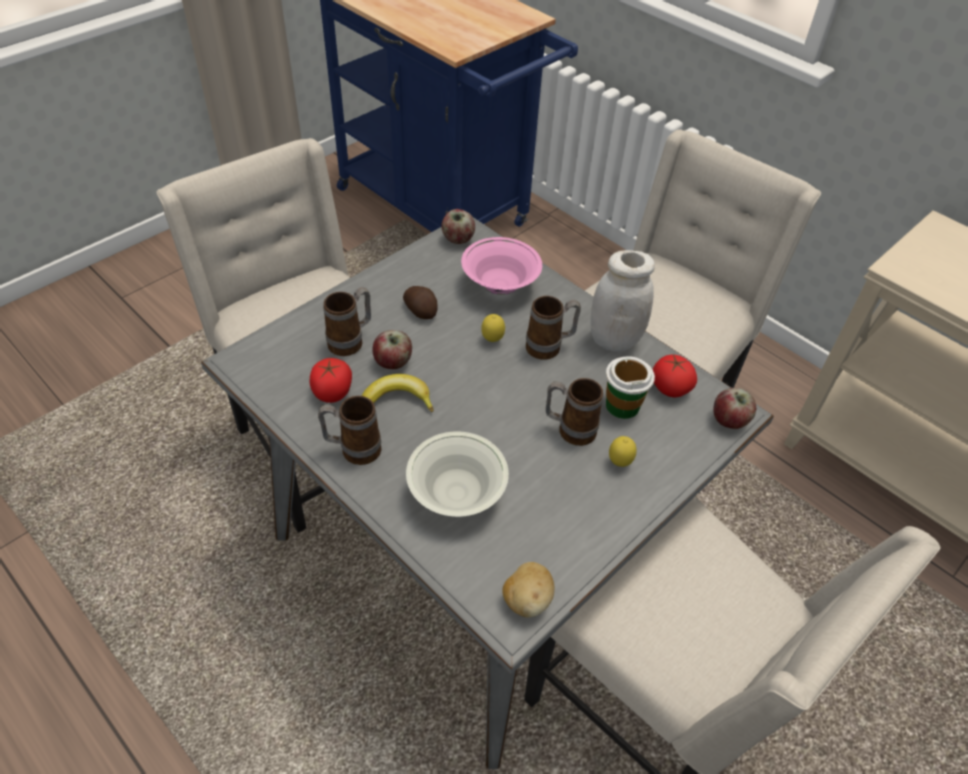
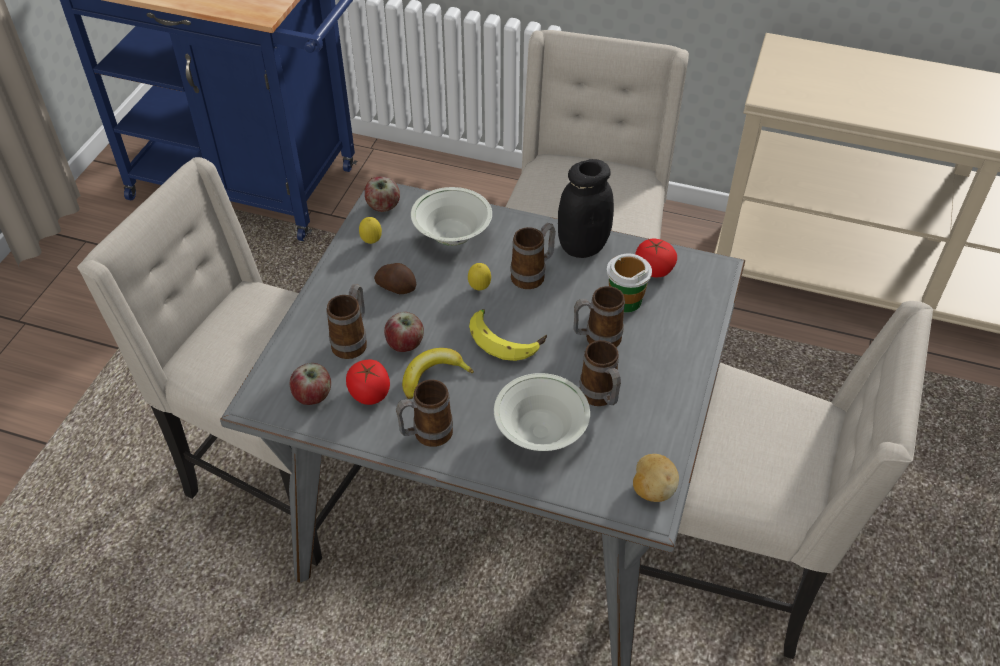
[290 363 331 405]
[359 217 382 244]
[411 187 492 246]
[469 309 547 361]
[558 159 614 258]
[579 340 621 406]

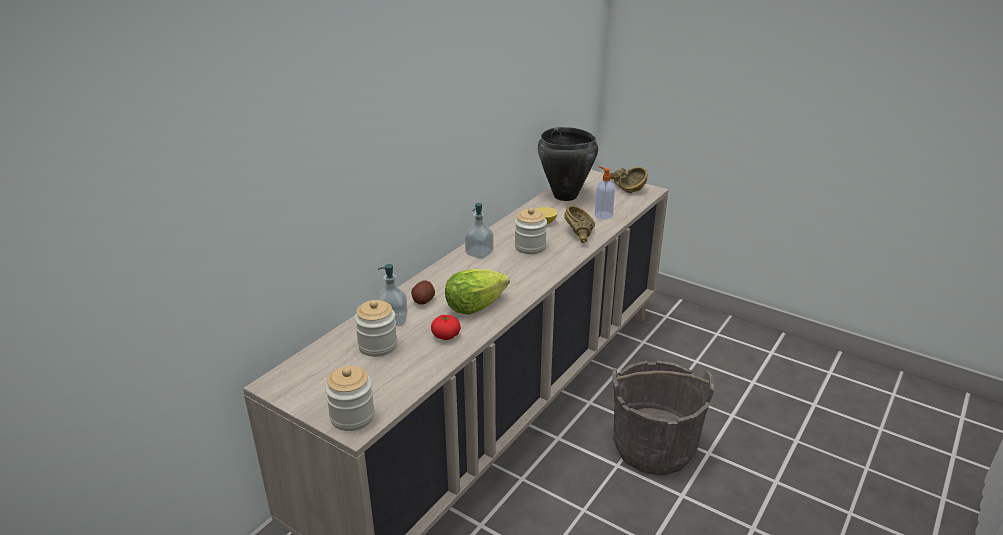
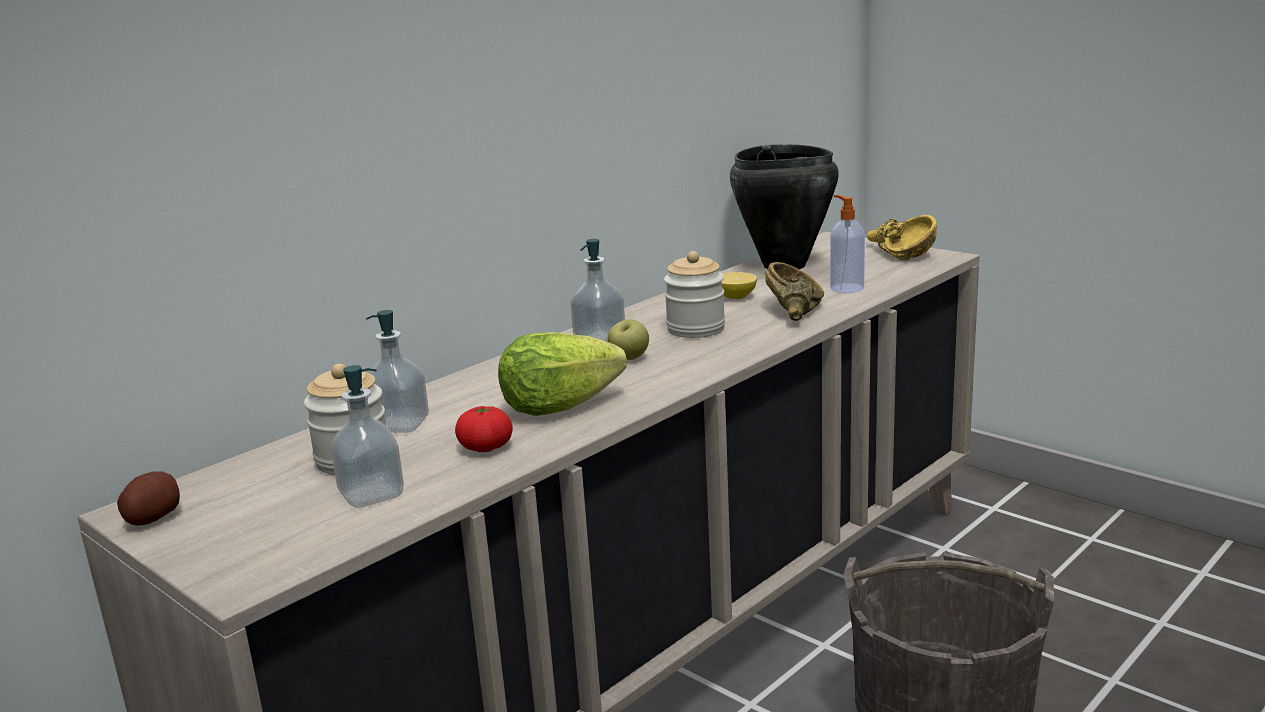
[117 471 180 526]
[331 365 404 508]
[608 319 649 360]
[867 215 937 260]
[325 366 375 431] (first image)

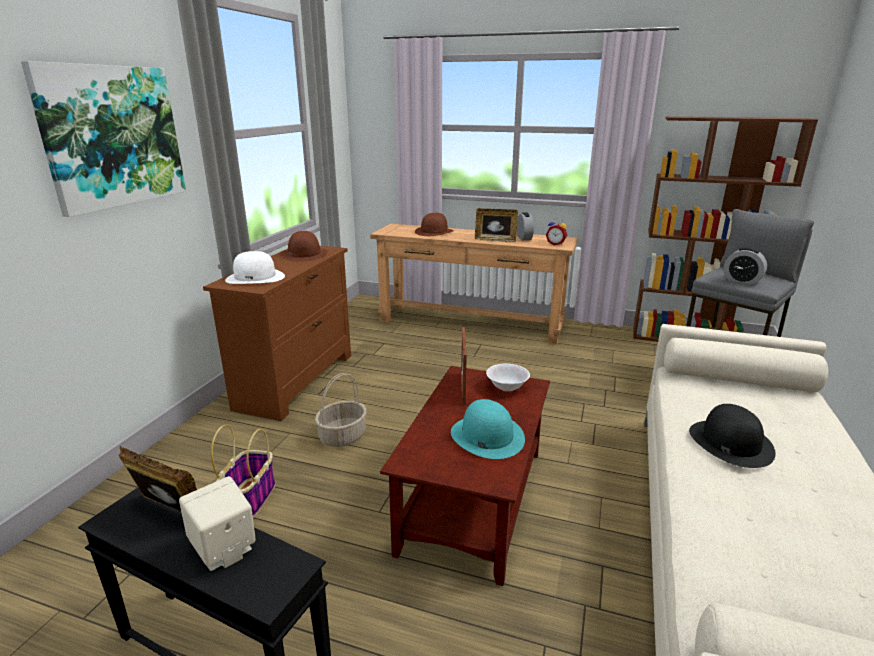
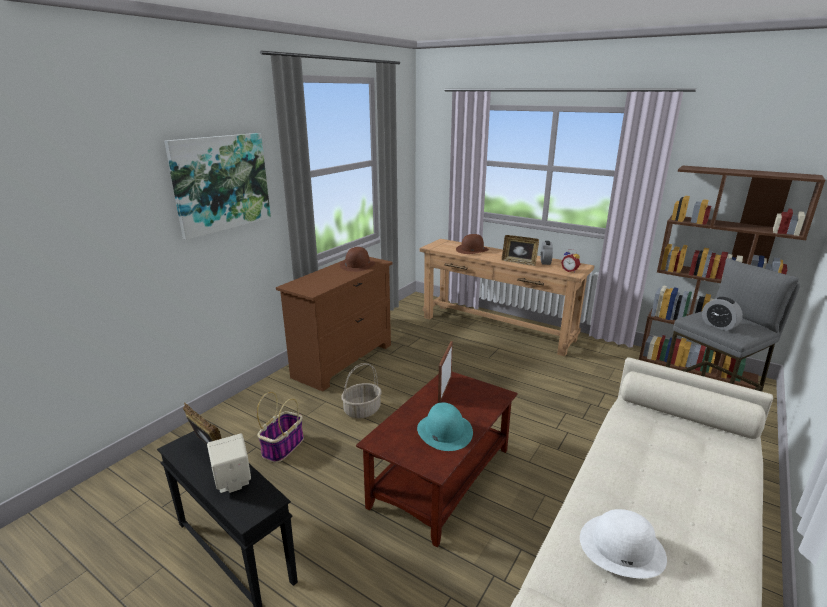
[580 509 667 578]
[486 364 530 392] (first image)
[689 404 776 468] (first image)

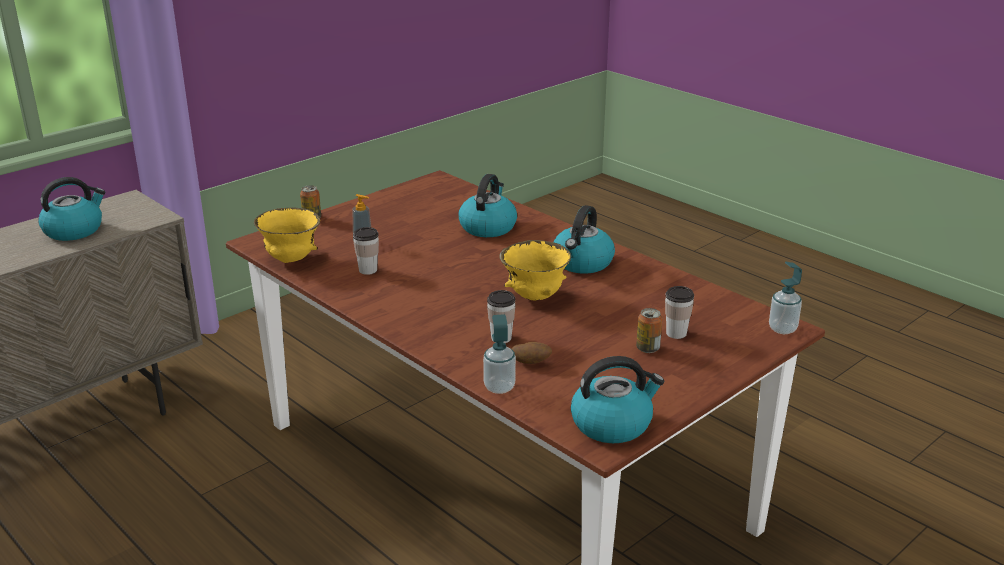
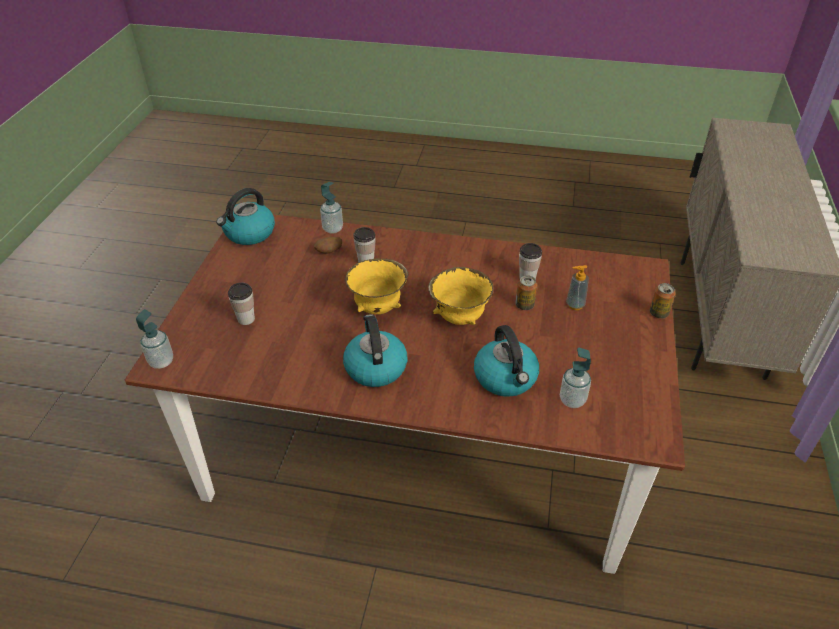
[428 267 493 325]
[515 275 537 310]
[560 348 591 408]
[38 177 105 241] (first image)

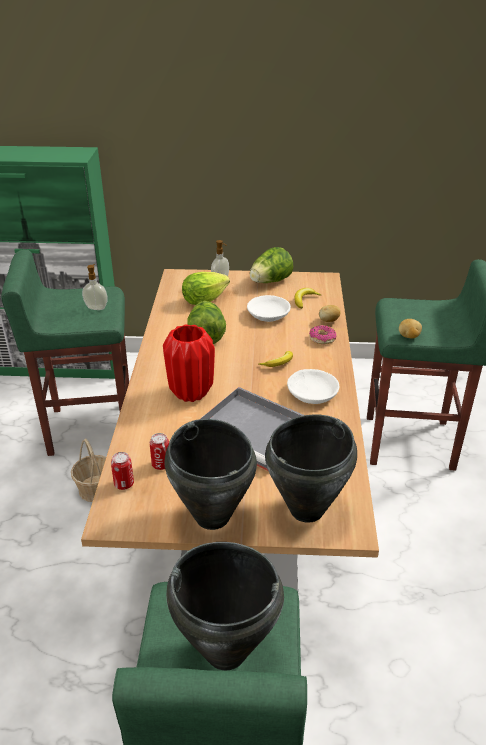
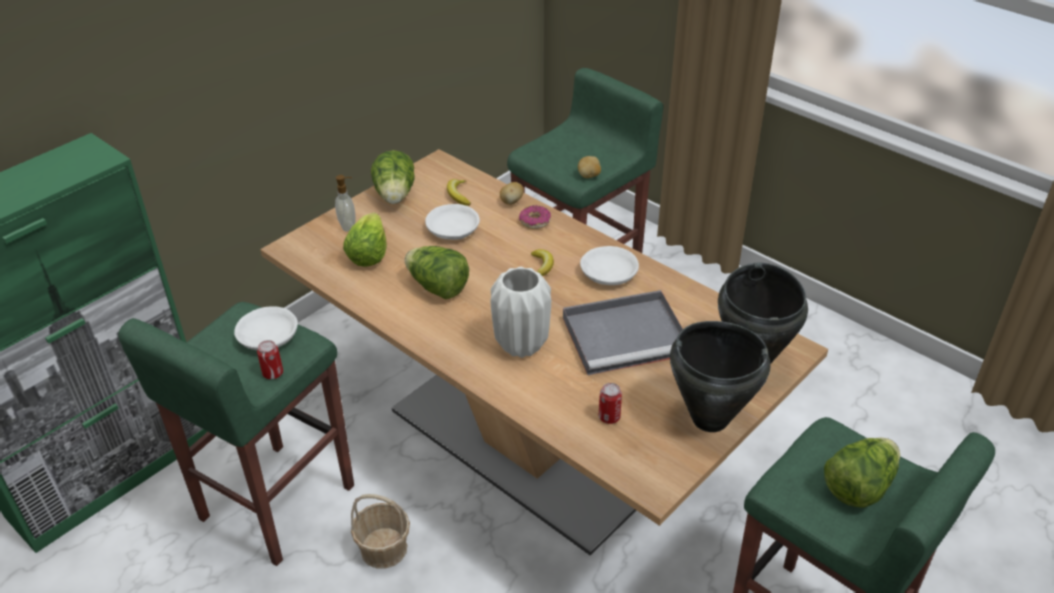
[234 306 298 350]
[257 340 283 379]
[490 266 551 358]
[824 438 900 508]

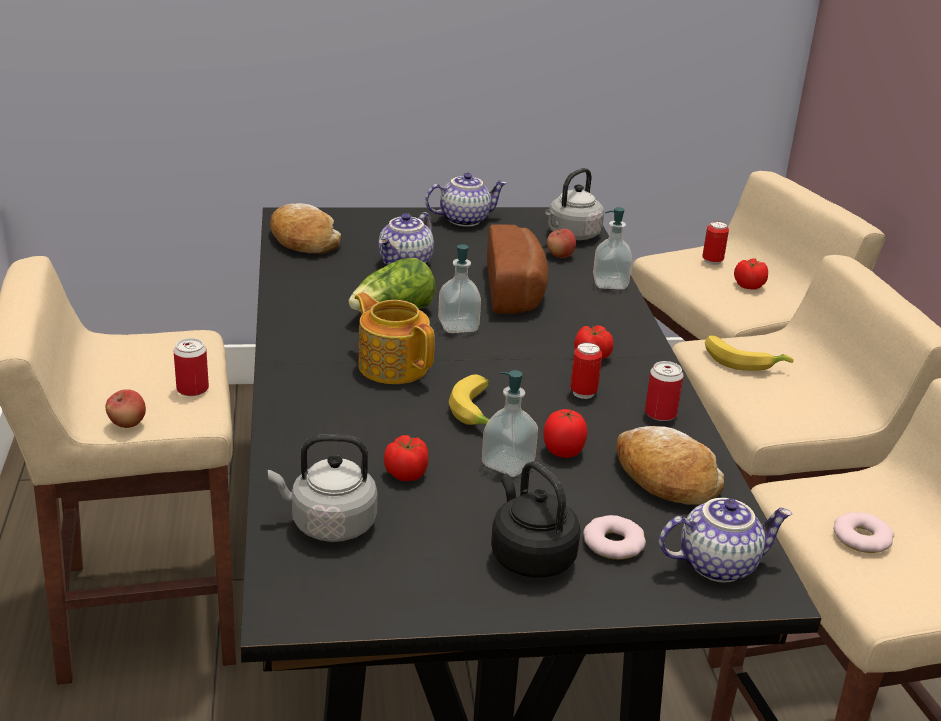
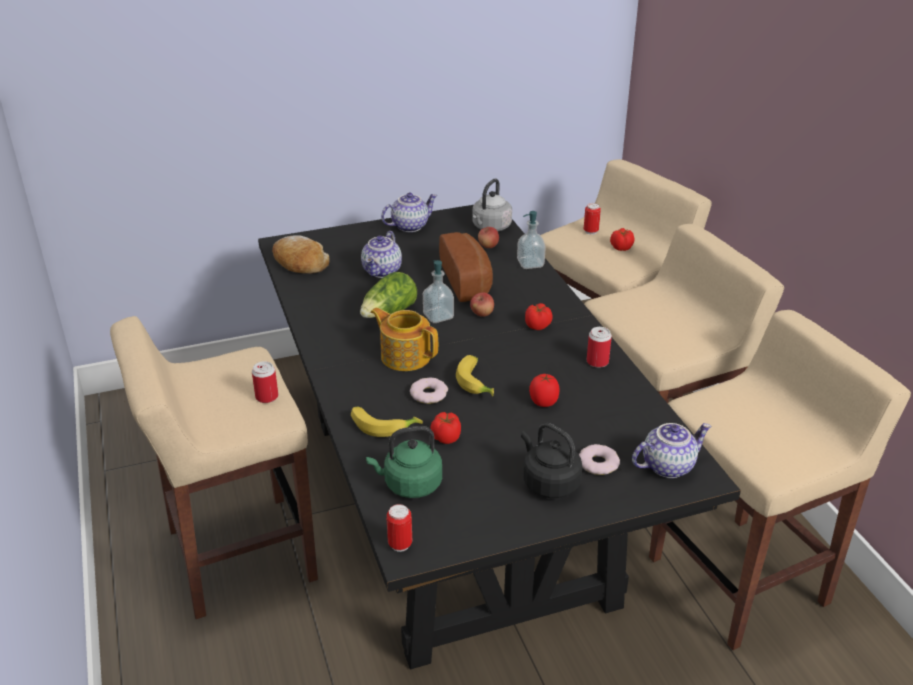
[351 407 423 437]
[366 426 442 498]
[387 504 412 552]
[410 378 448 404]
[470 293 494 317]
[482 370 538 477] (first image)
[616 426 724 505] (first image)

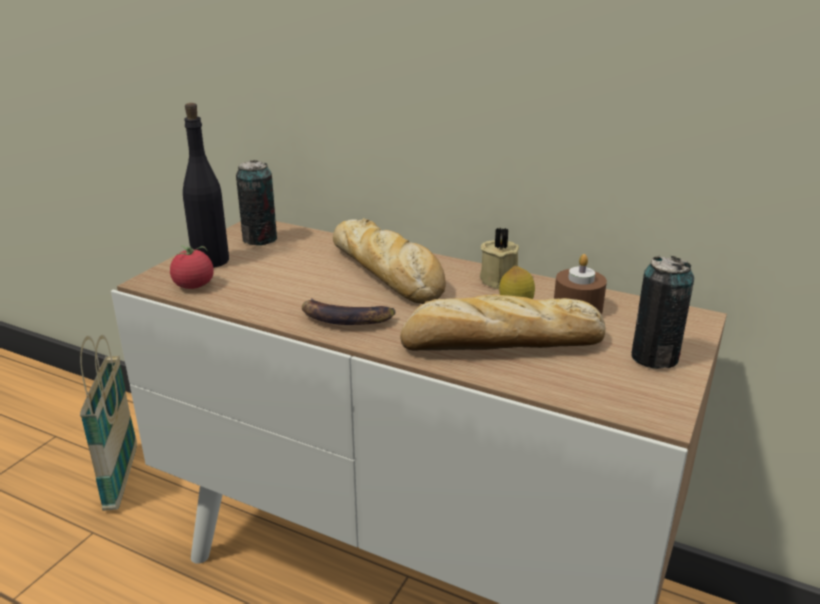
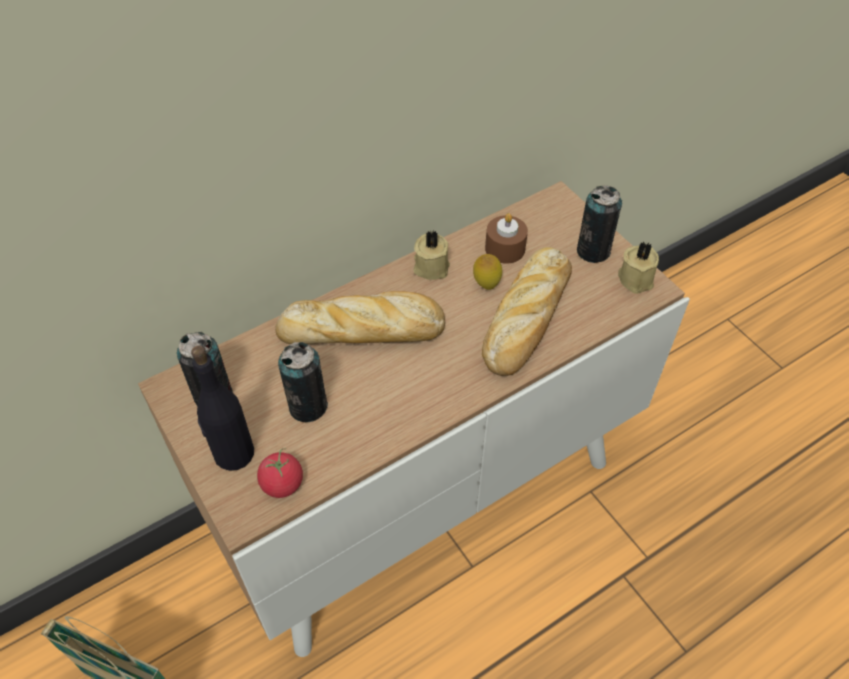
[278 342 328 422]
[618 241 659 294]
[302 298 396 325] (first image)

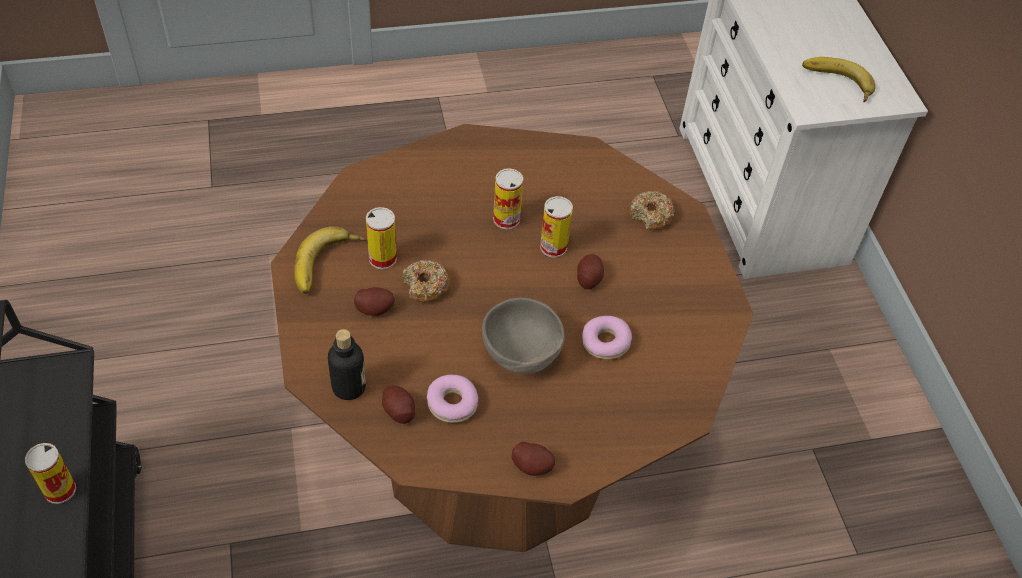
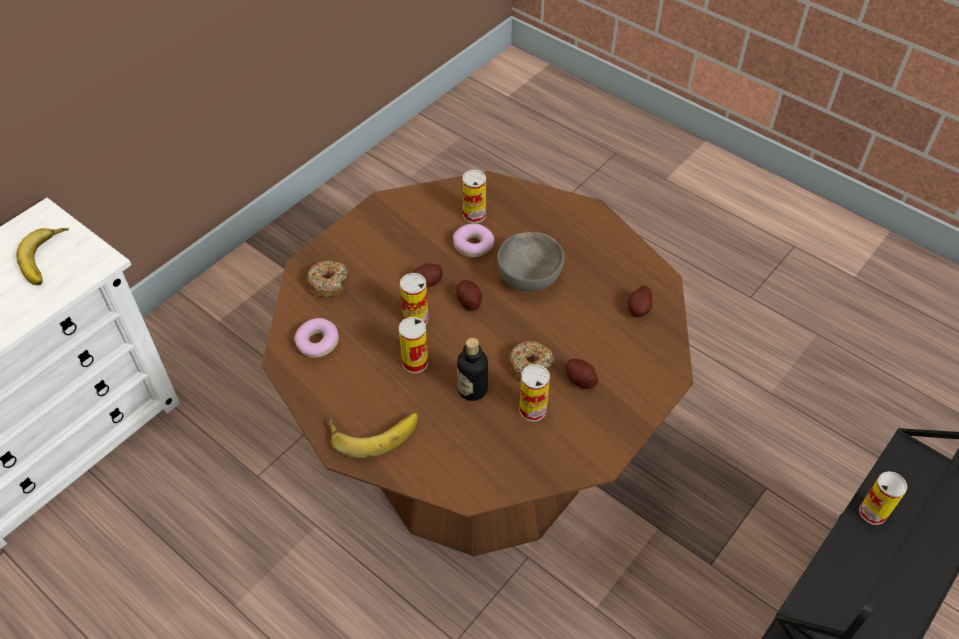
[294 318 339 358]
[329 413 418 458]
[456 280 482 311]
[457 338 488 401]
[462 170 486 223]

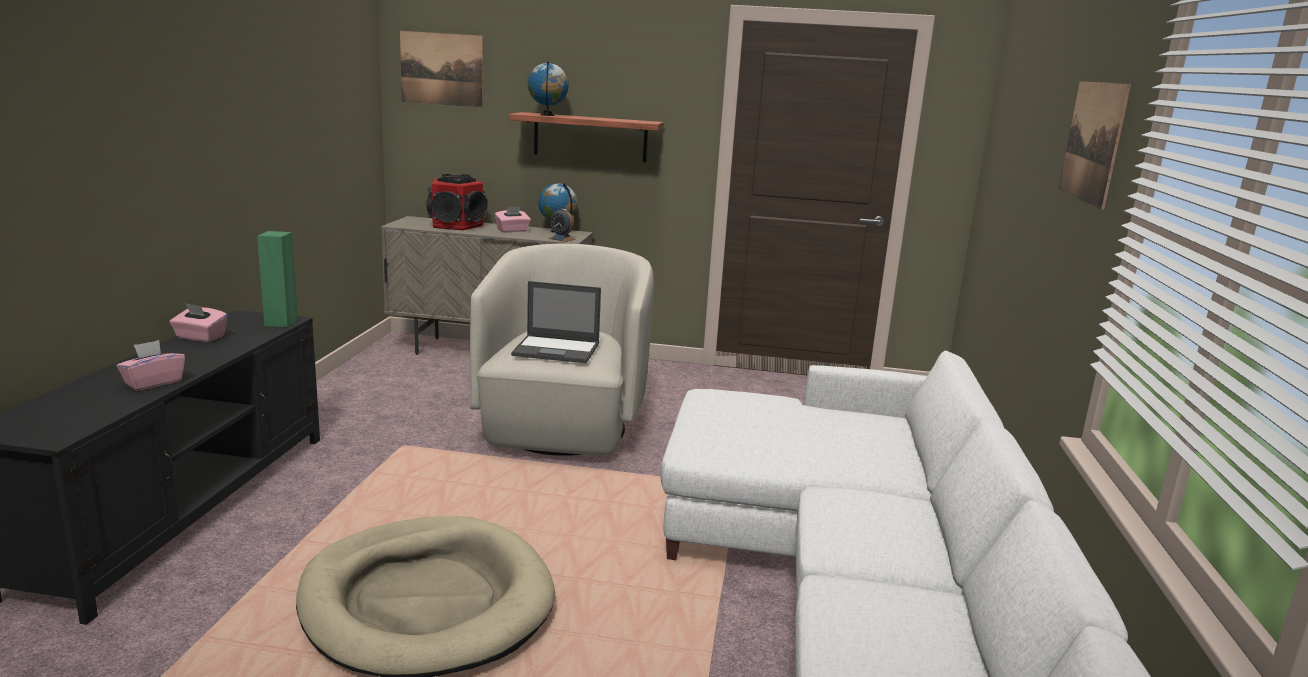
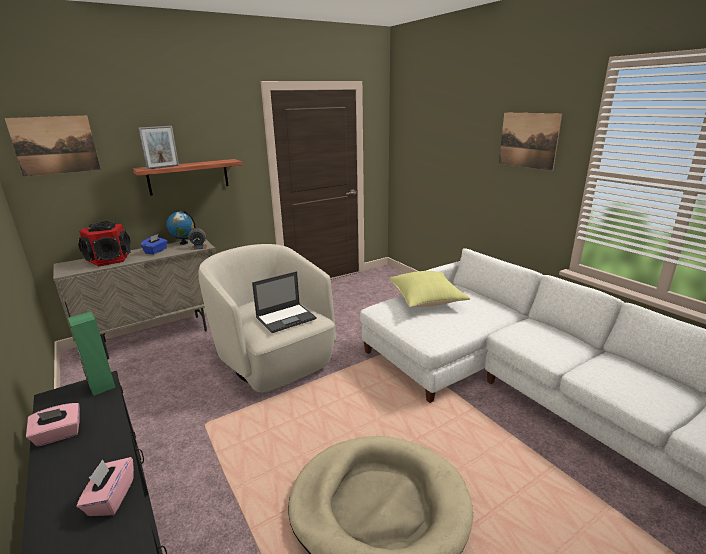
[138 126 179 170]
[140 234 167 254]
[390 271 470 307]

